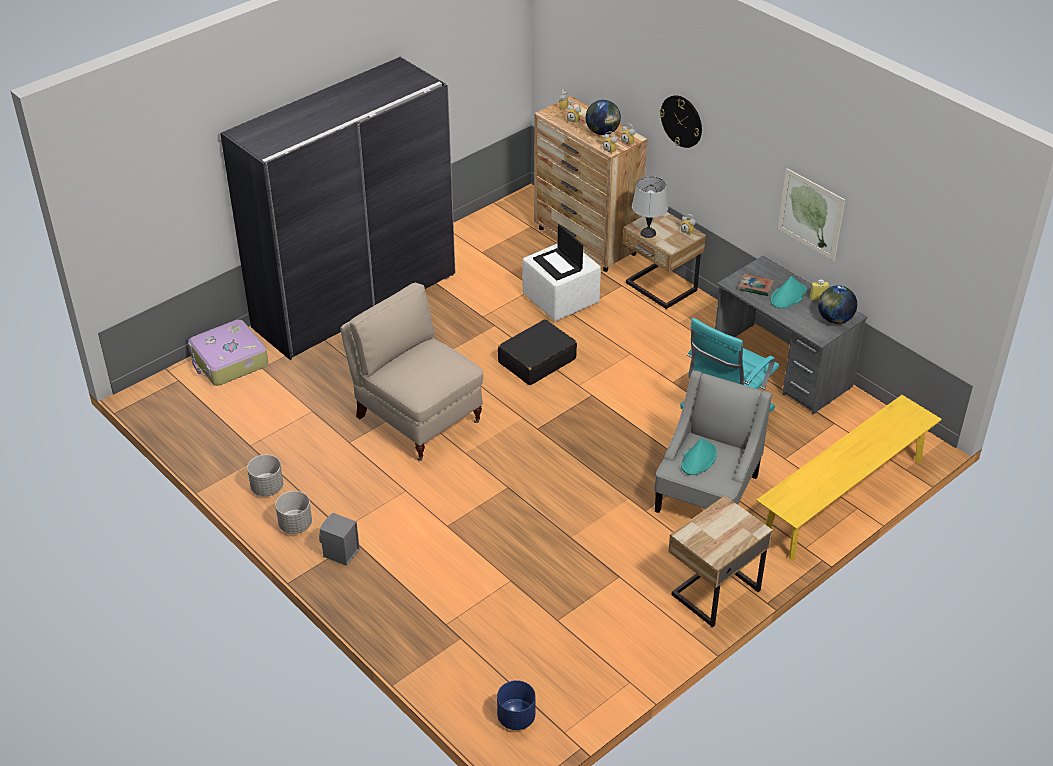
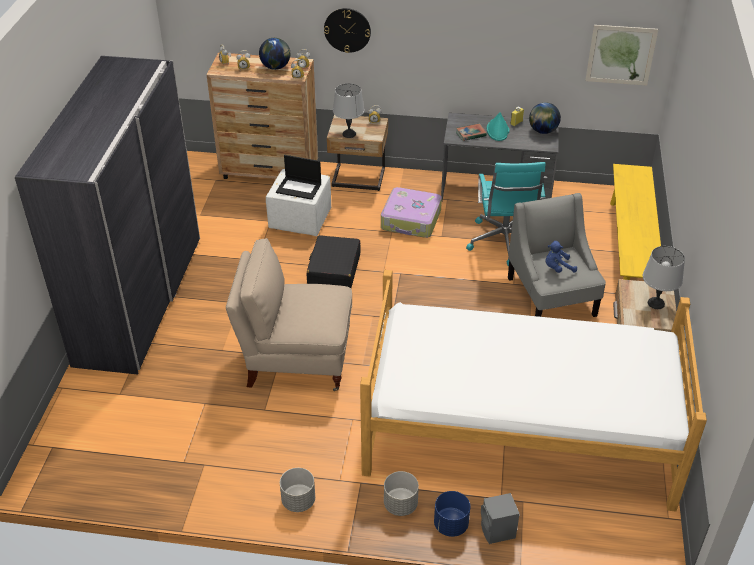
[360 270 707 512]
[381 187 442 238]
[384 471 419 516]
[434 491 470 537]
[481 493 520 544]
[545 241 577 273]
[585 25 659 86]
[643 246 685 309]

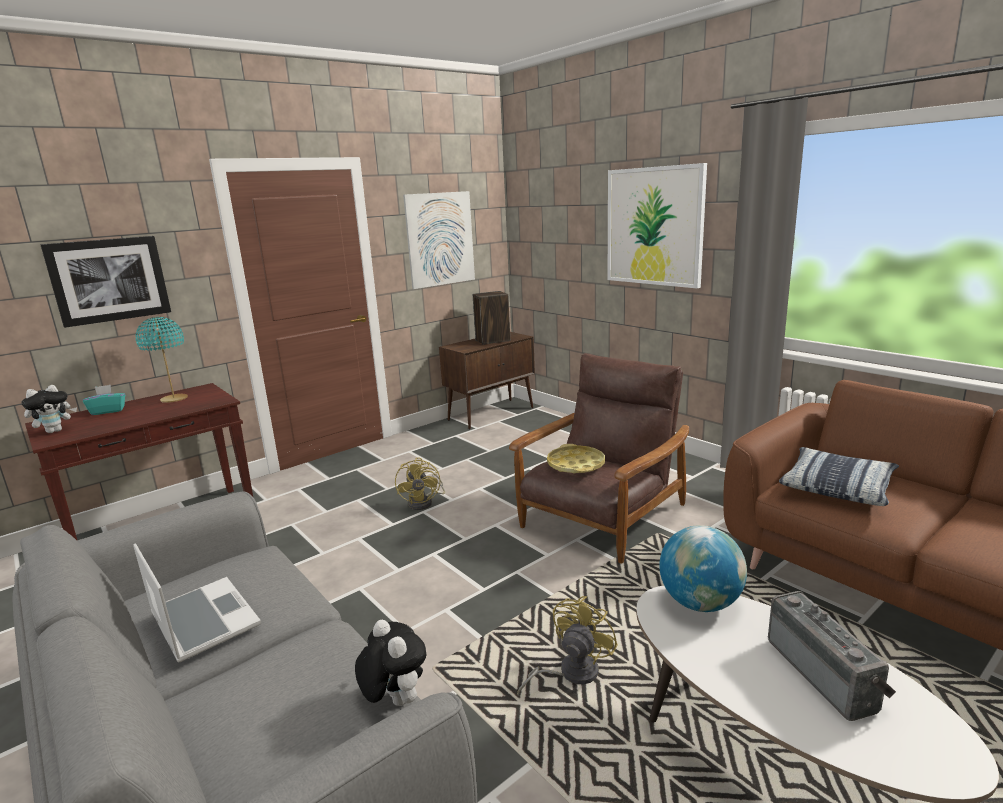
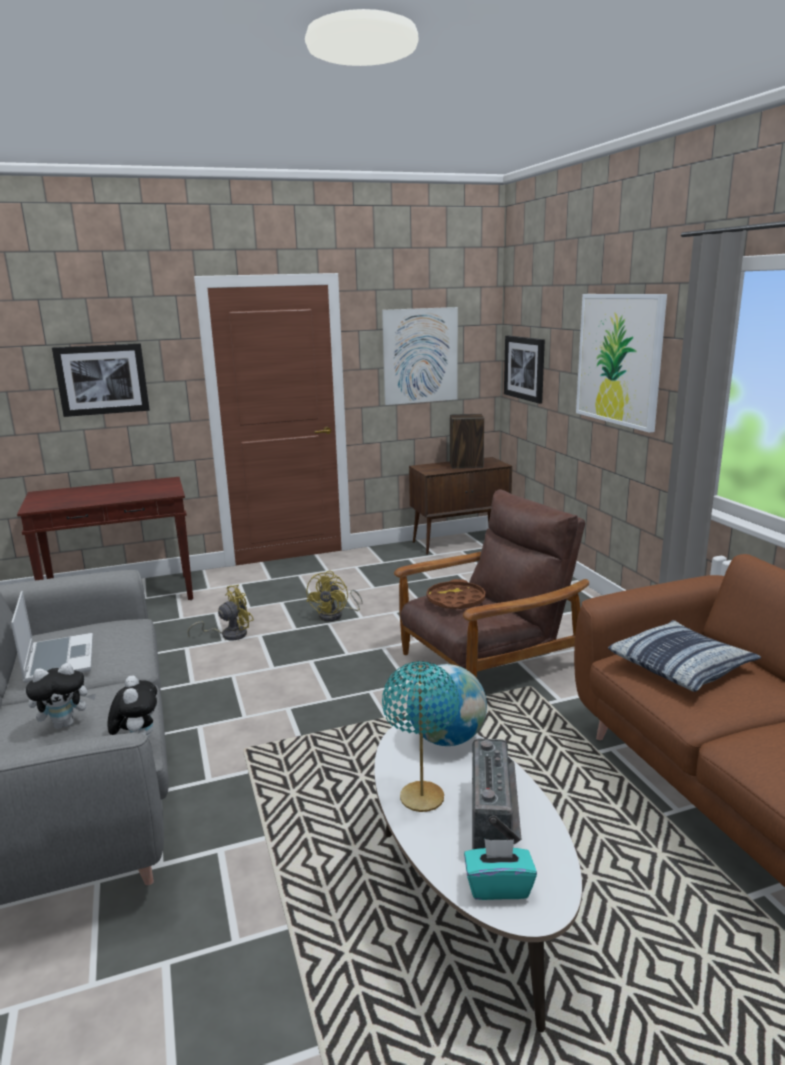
[26 663 96 729]
[188 585 254 641]
[382 661 459 812]
[427 579 486 609]
[464 839 537 900]
[504 336 545 404]

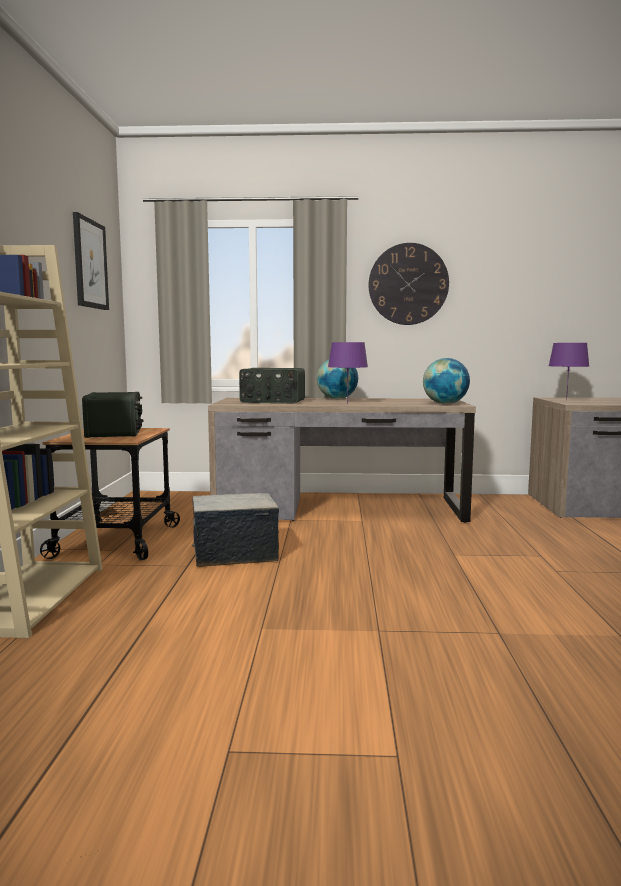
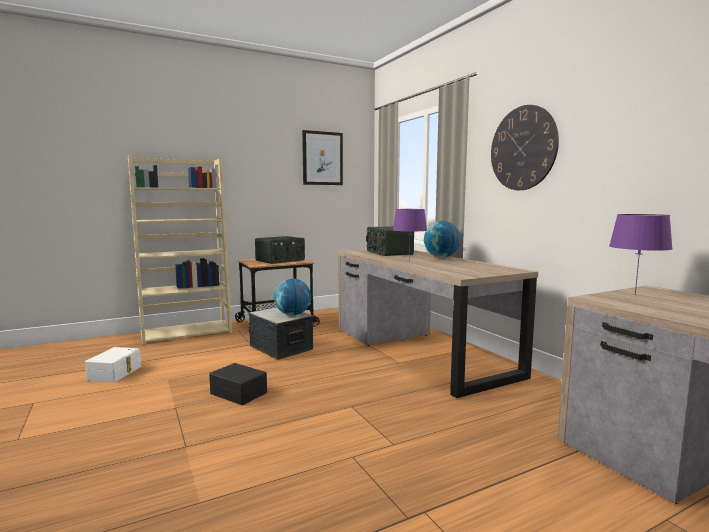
[85 347 141 382]
[209 363 267 405]
[274 279 311 315]

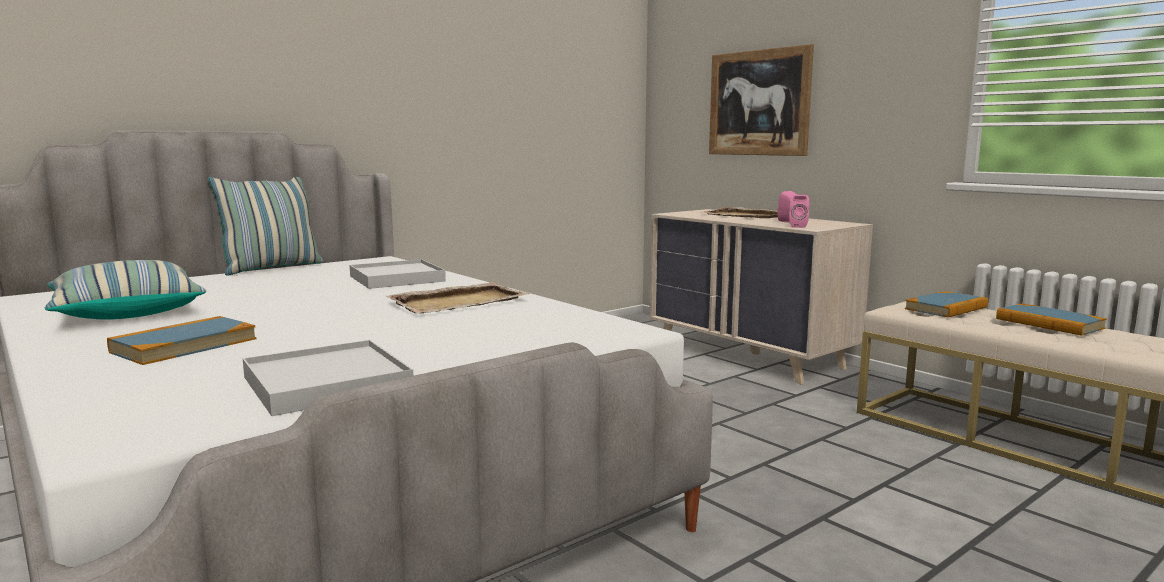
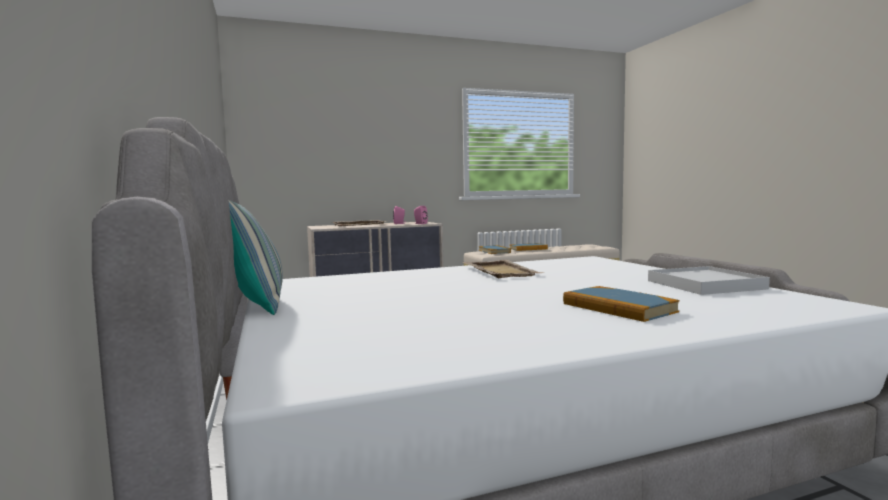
[45 260 206 319] (first image)
[350 259 446 289] (first image)
[709 44 814 156] (first image)

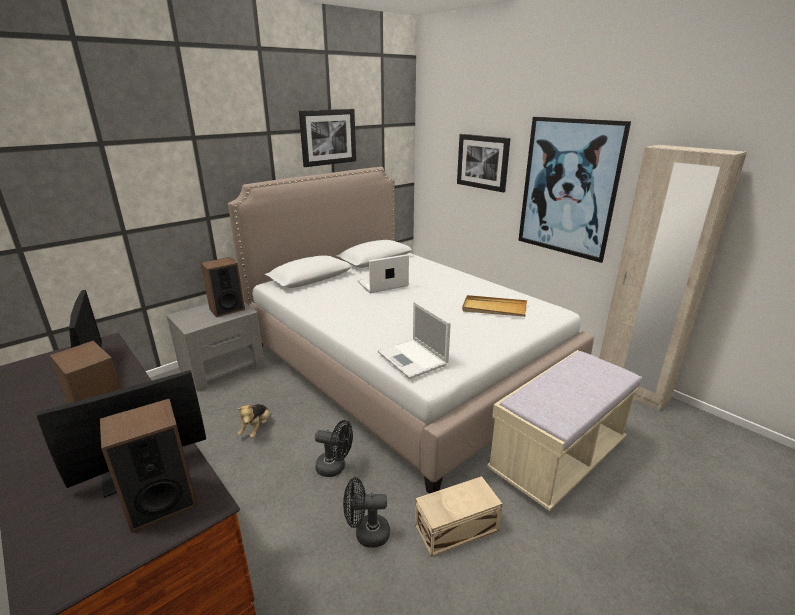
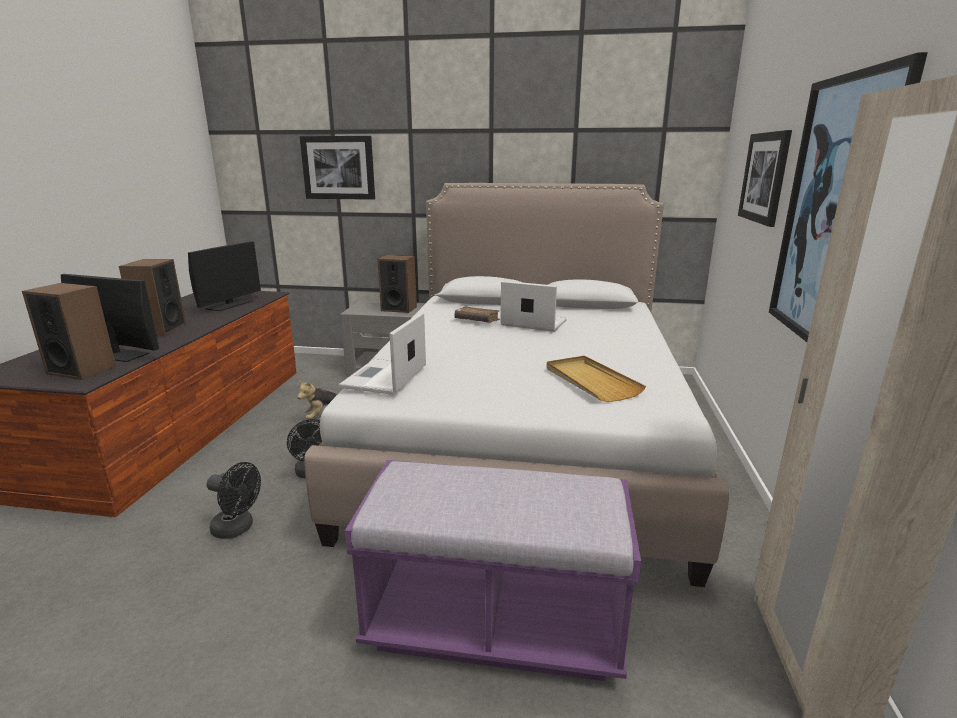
[206 462 261 539]
[300 136 375 200]
[345 460 641 681]
[454 307 500 323]
[415 476 502 557] (first image)

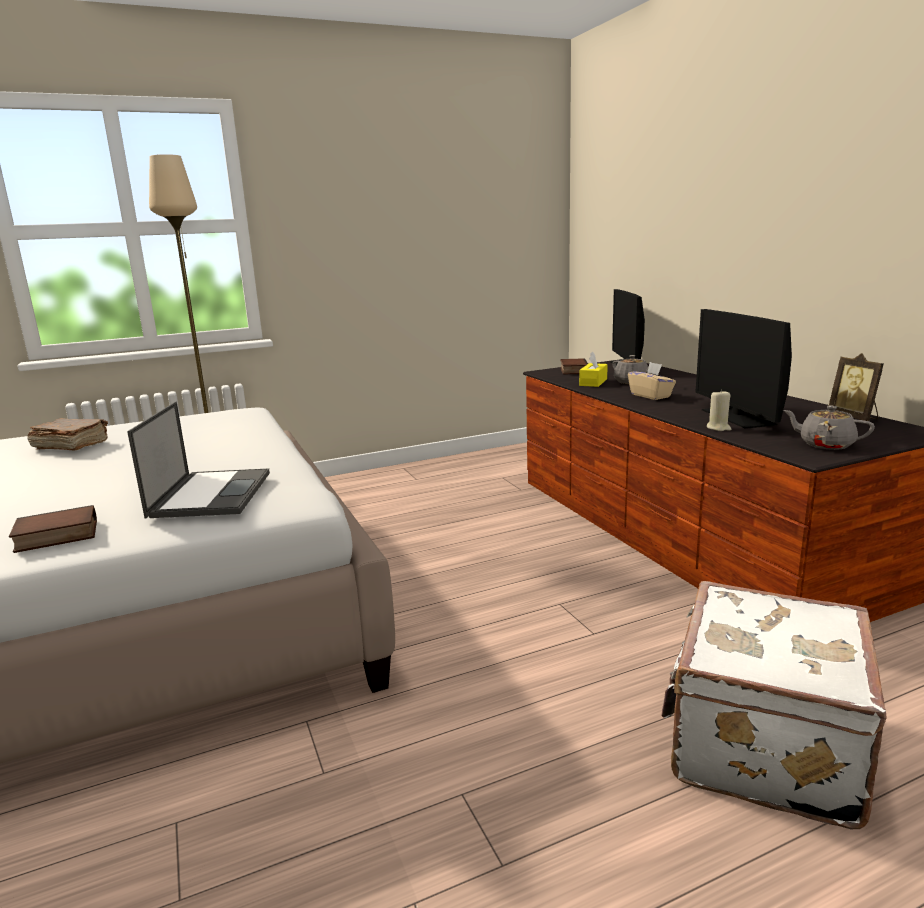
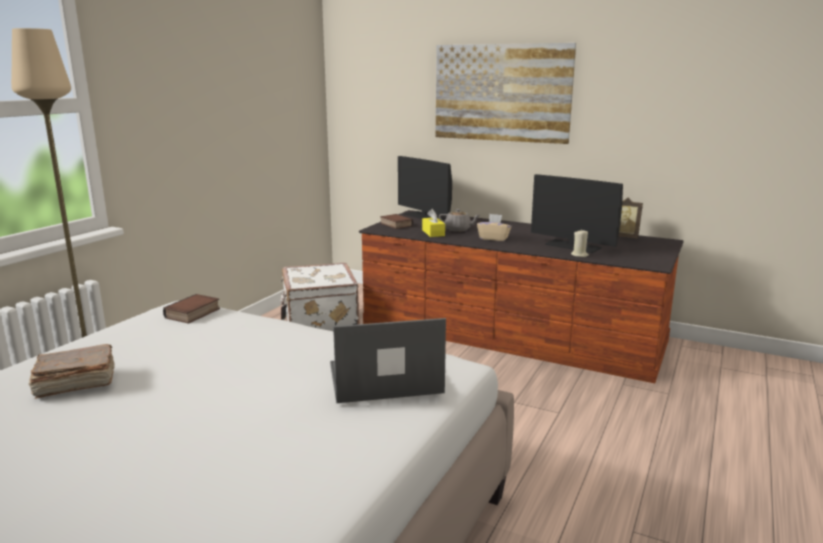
[163 294 220 324]
[280 263 360 331]
[330 318 446 403]
[436 43 576 144]
[783 406 875 450] (first image)

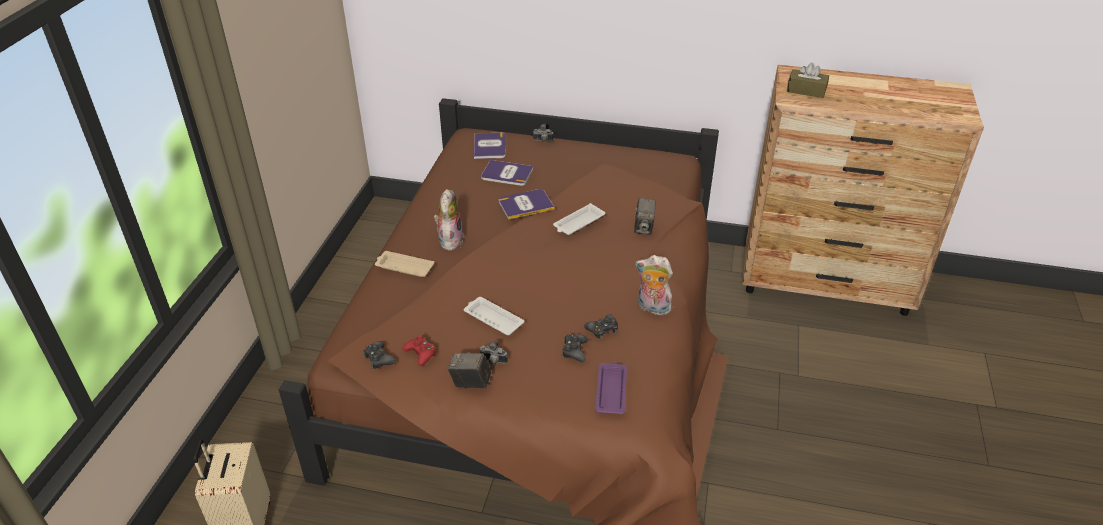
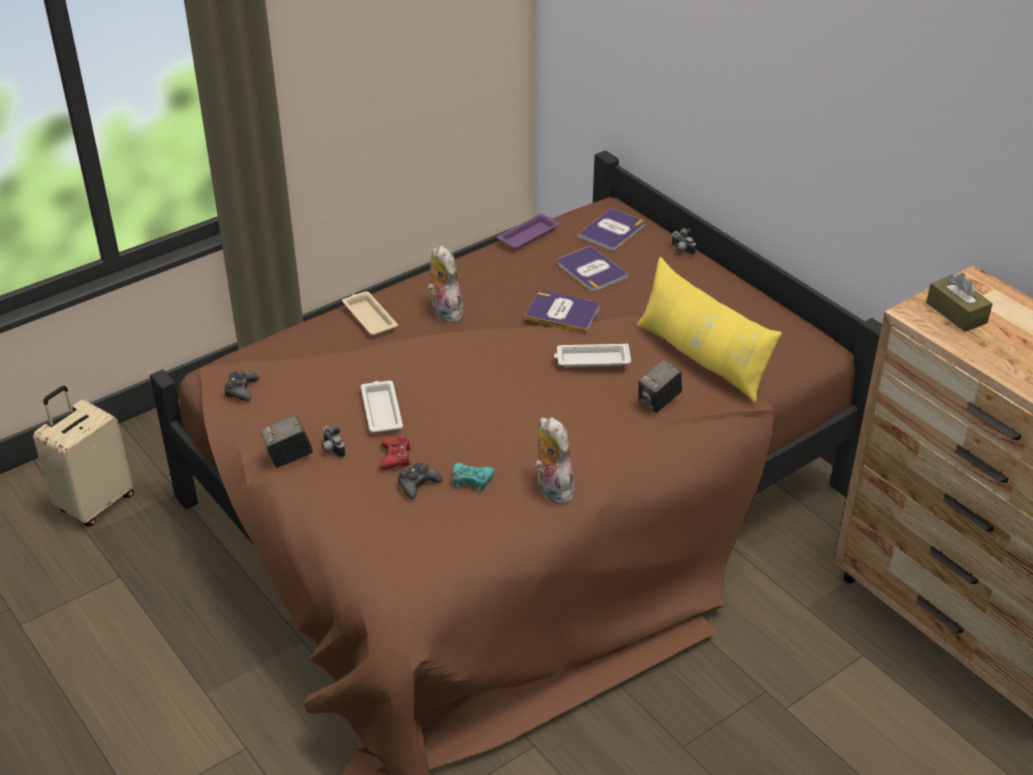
[260 415 313 468]
[380 436 411 470]
[428 246 463 323]
[452 463 495 491]
[497 214 560 249]
[636 257 782 402]

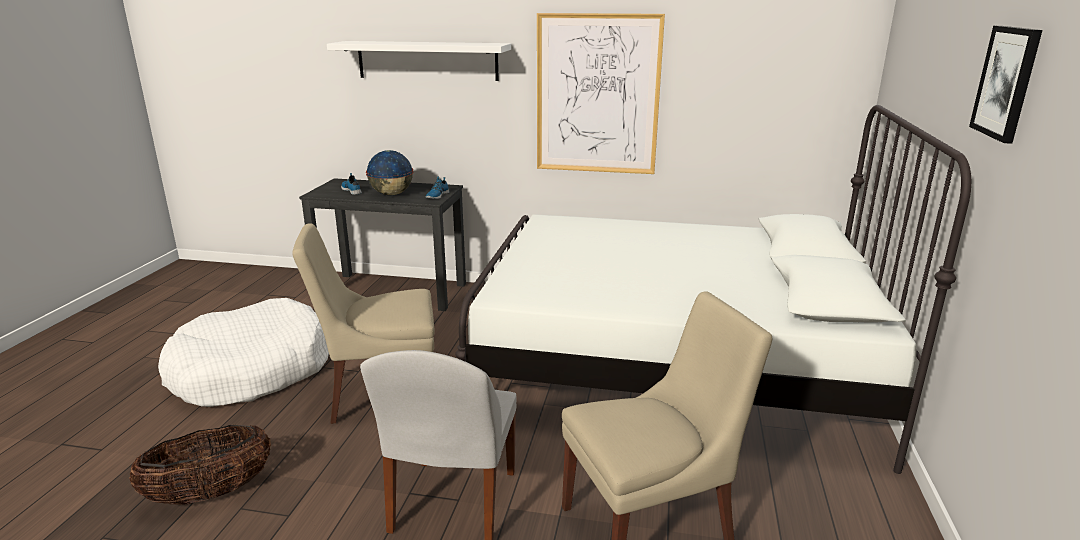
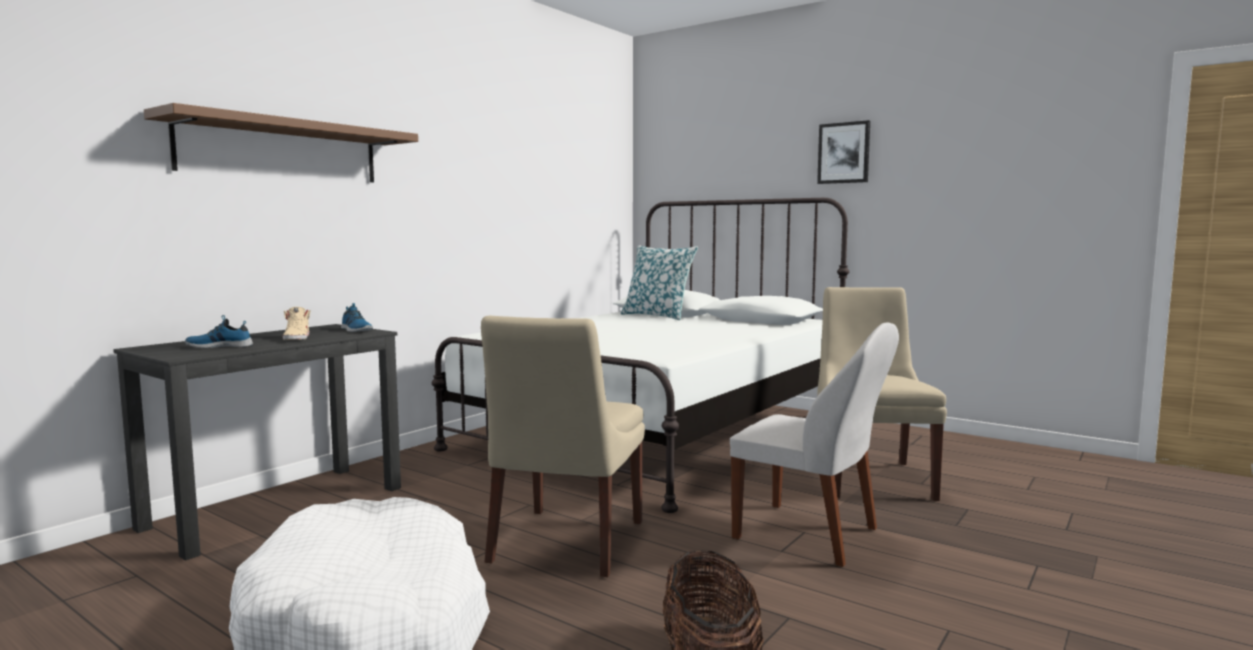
[144 103 418 182]
[283 307 311 340]
[620 245 698 320]
[537 13 665 174] (first image)

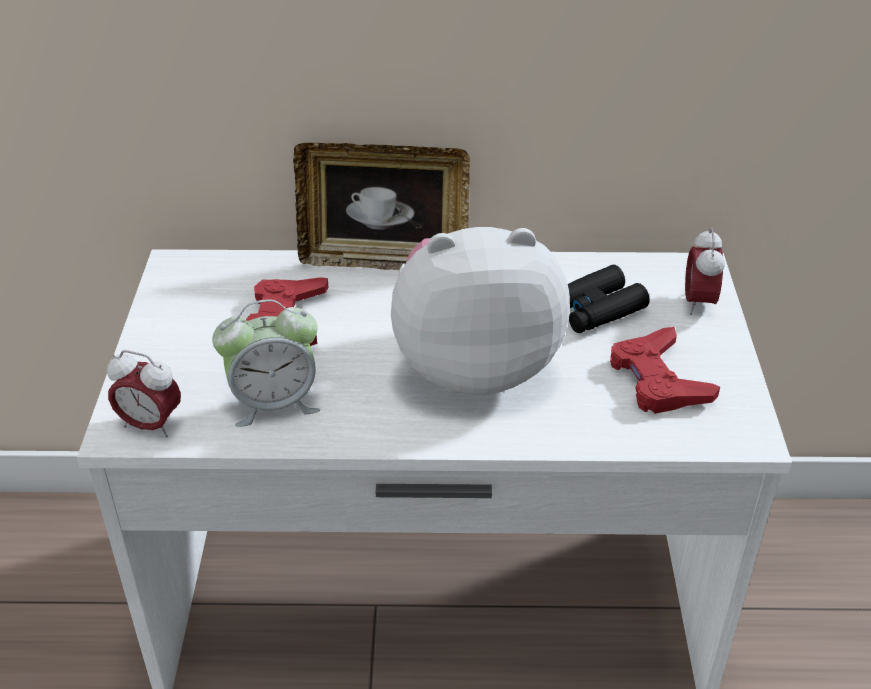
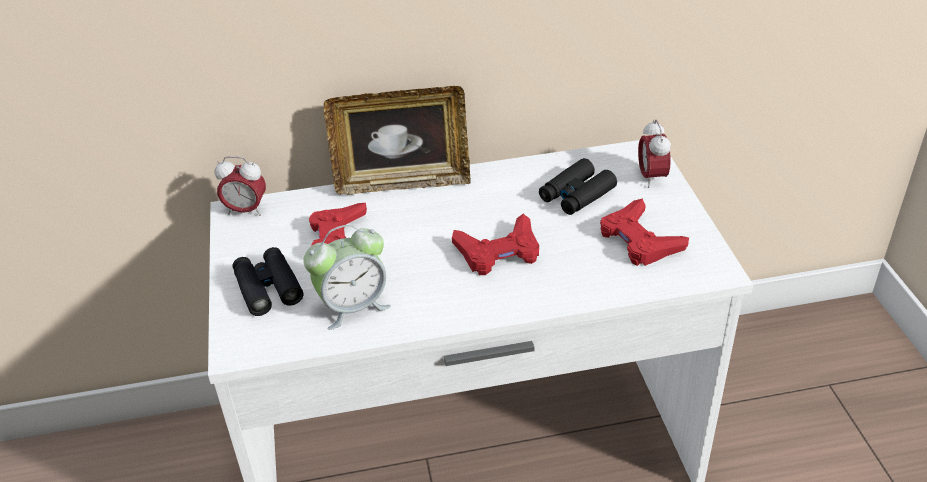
[214 156 266 216]
[233 247 303 316]
[452 214 539 275]

